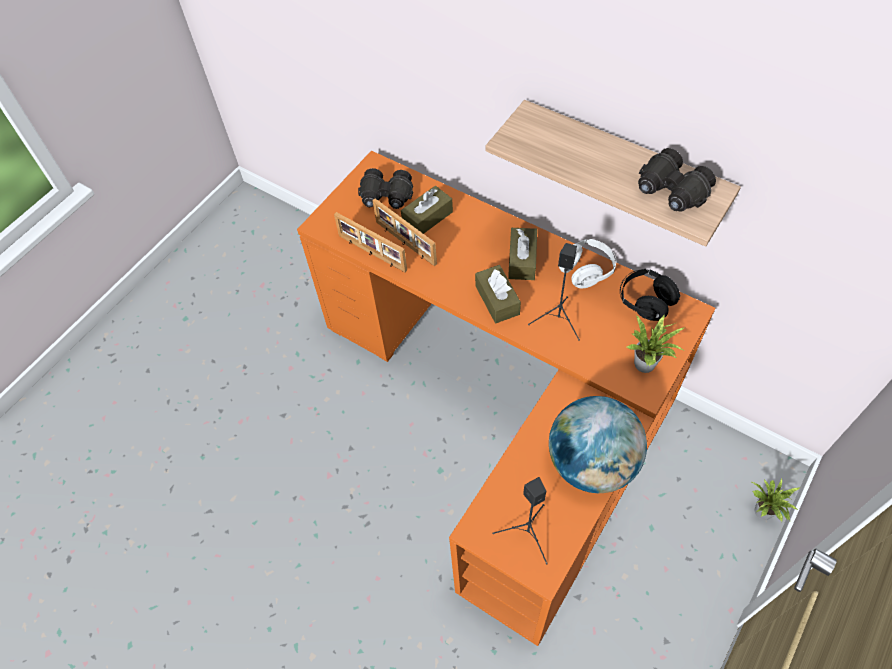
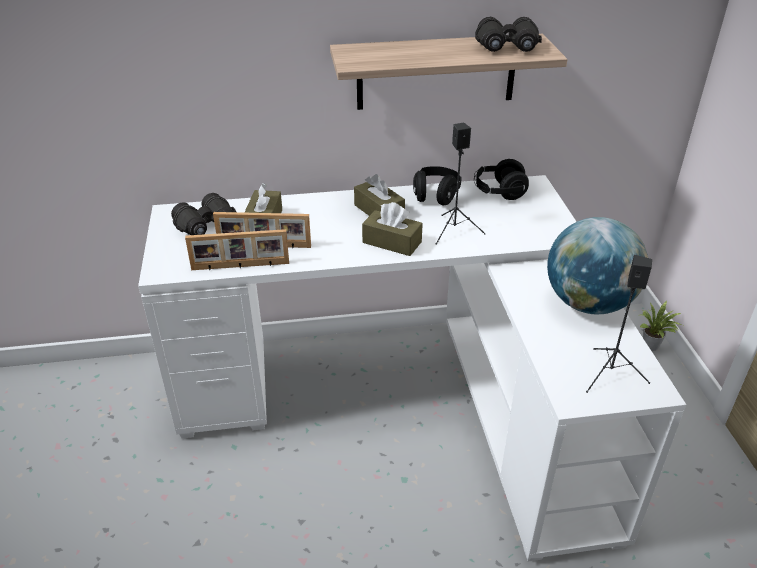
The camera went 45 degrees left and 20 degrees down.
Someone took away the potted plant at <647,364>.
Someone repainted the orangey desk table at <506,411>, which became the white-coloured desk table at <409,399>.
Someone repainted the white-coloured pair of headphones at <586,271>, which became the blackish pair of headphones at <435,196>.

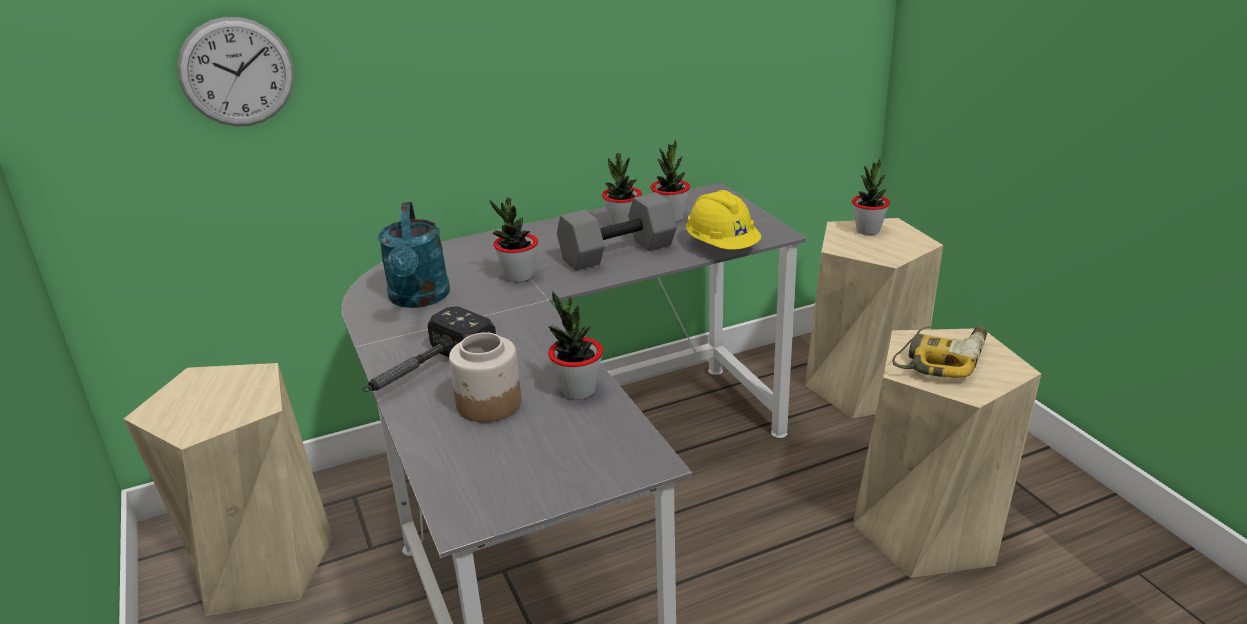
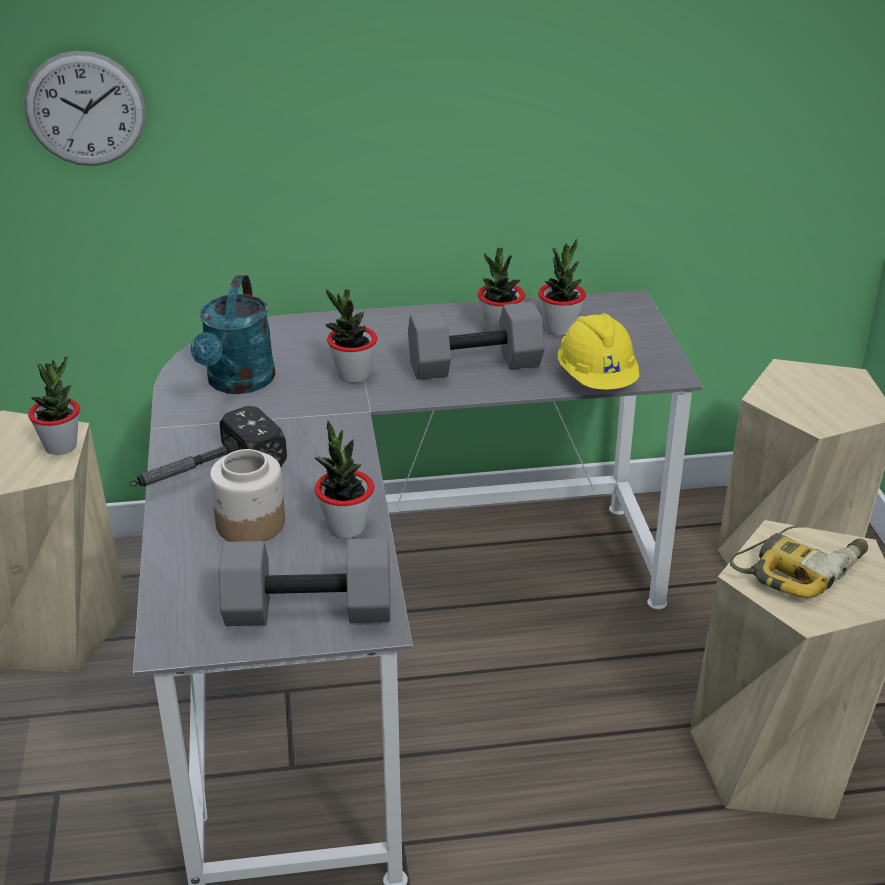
The camera went 15 degrees right and 5 degrees up.
Someone put down the greyish dumbbell at <310,608>.
Someone carried the potted plant from <868,230> to <61,446>.

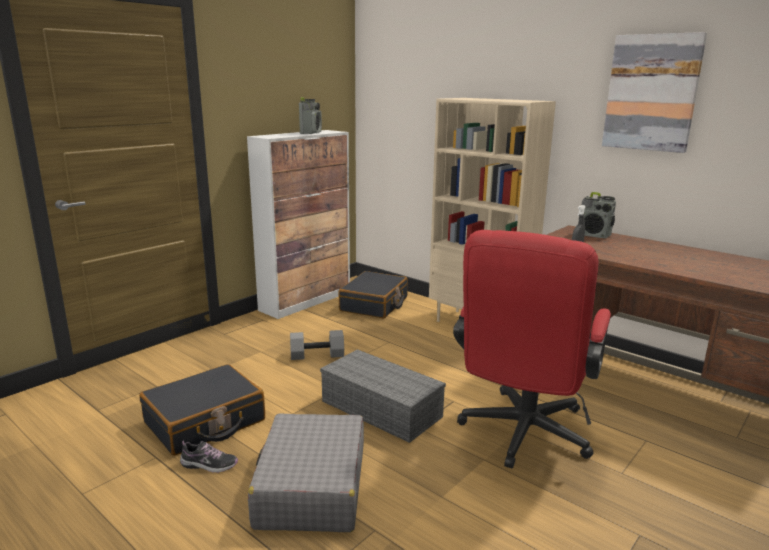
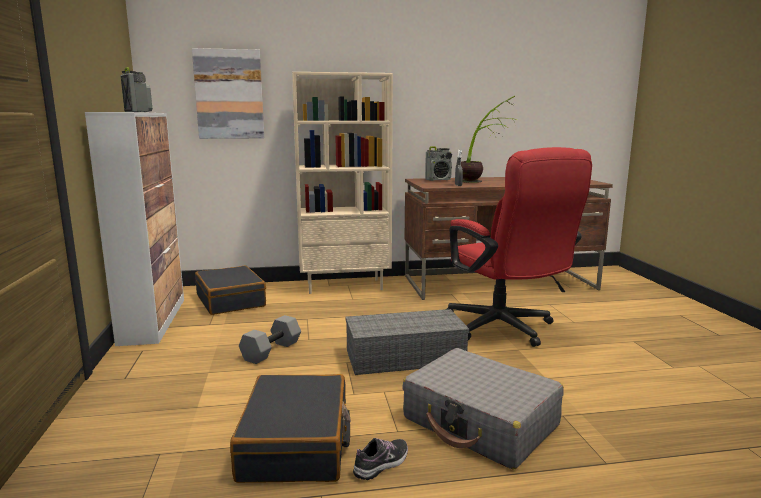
The camera went 50 degrees left and 5 degrees down.
Someone put down the potted plant at <481,182>.
Someone carried the wall art from <651,93> to <229,94>.

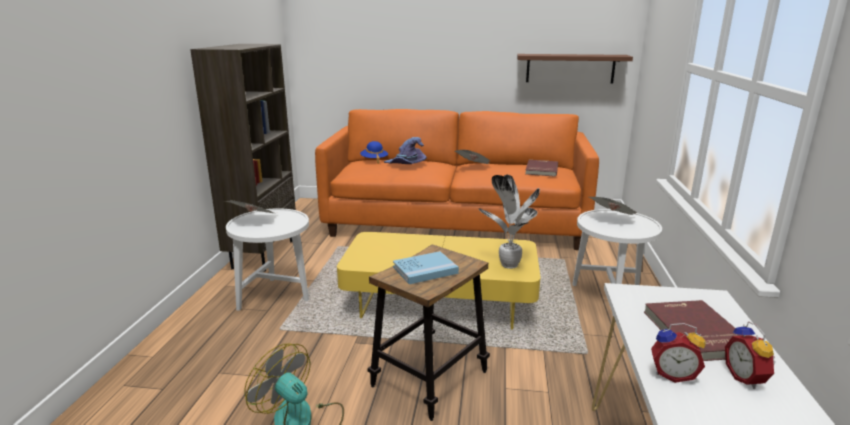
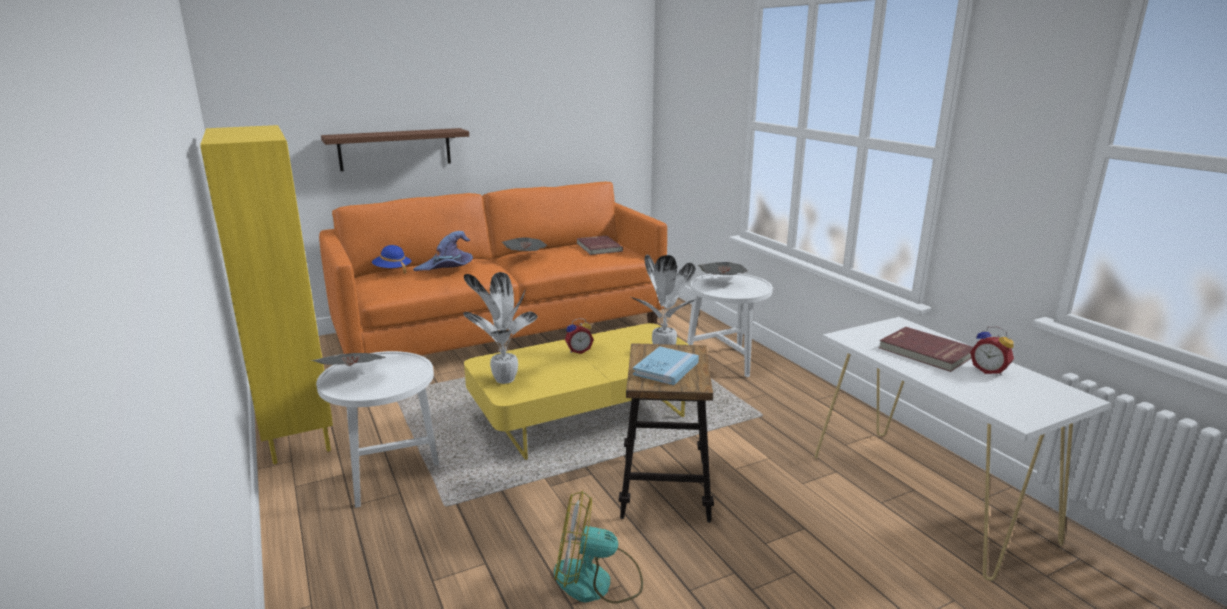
The camera went 35 degrees left and 0 degrees up.
Someone put down the potted plant at <503,380>.
Someone carried the brown-coloured shelf from <570,68> to <395,149>.
Someone carried the alarm clock from <672,374> to <578,351>.
Someone repainted the brown-coloured shelving unit at <262,254>, which became the yellowish shelving unit at <296,432>.

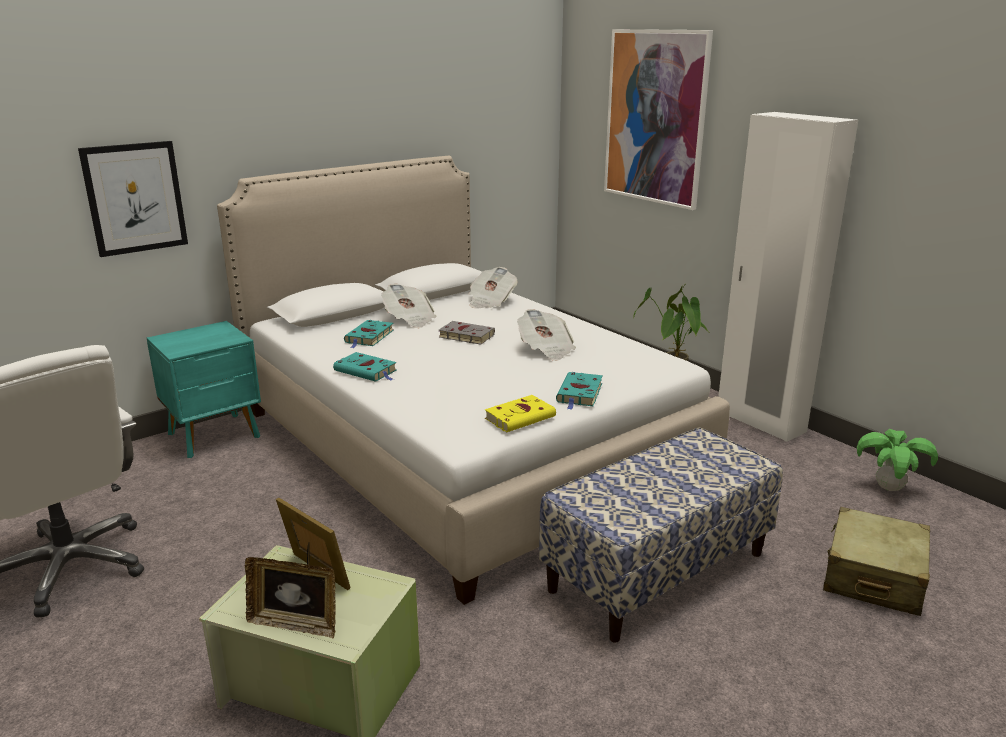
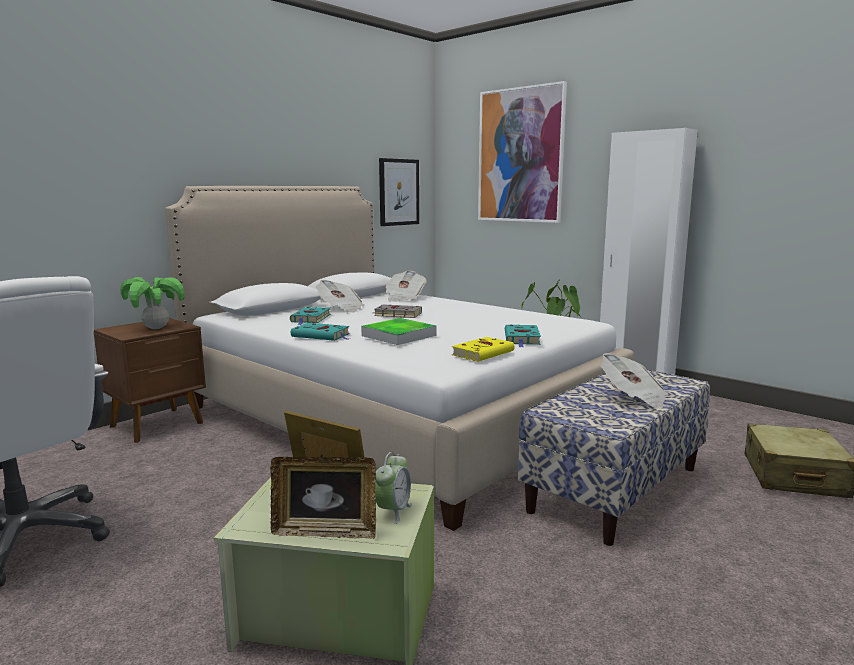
The camera went 10 degrees left and 10 degrees down.
Someone put down the carrying tray at <399,335>.
Someone put down the alarm clock at <393,511>.
Someone carried the wall art from <135,198> to <398,192>.
Someone carried the printed paper from <546,350> to <633,398>.
Someone carried the potted plant from <889,488> to <156,328>.
Someone repainted the turquoise nightstand at <215,435>, which became the brown-coloured nightstand at <158,425>.

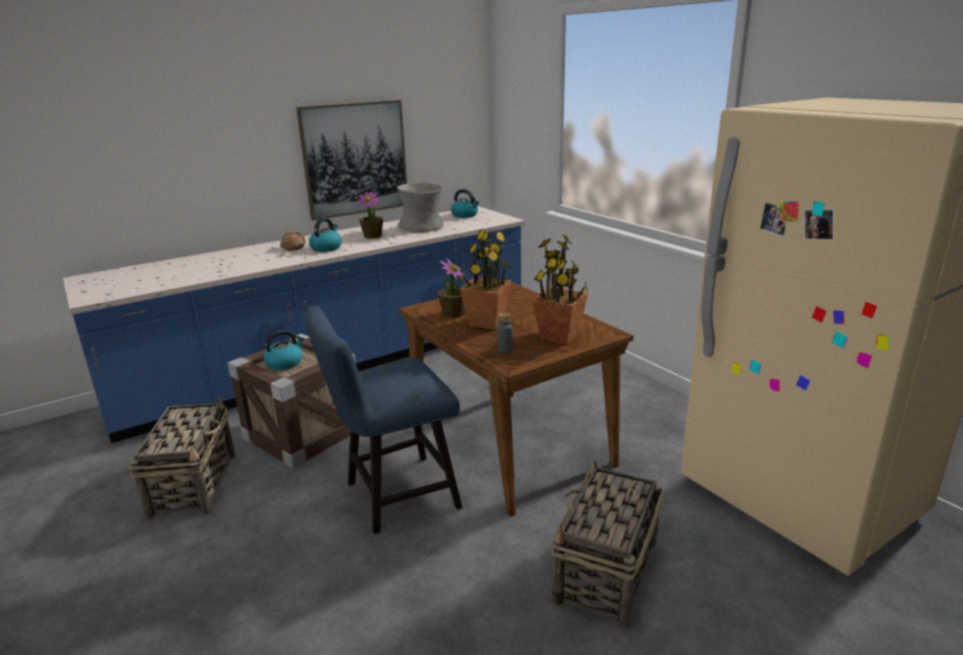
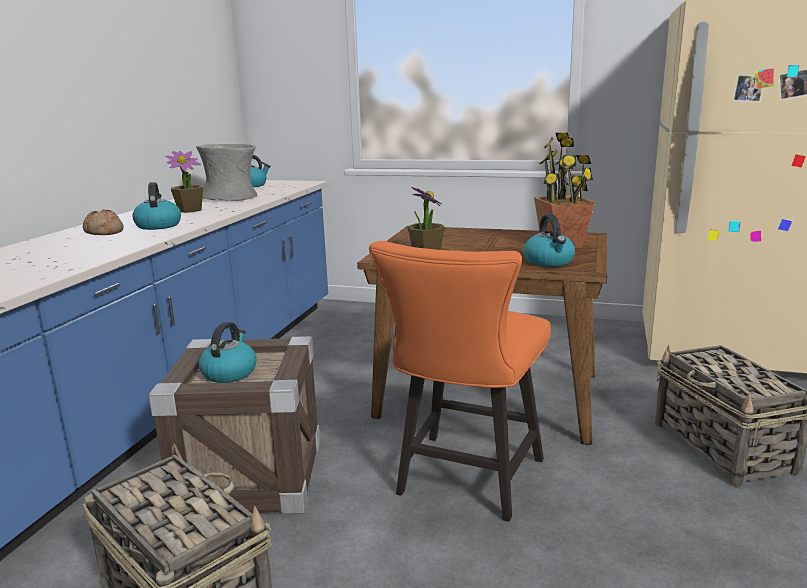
The camera went 40 degrees left and 5 degrees down.
Someone took away the wall art at <355,159>.
Someone took away the potted plant at <486,323>.
Someone swapped the greyish drink bottle at <504,350> for the tea kettle at <549,262>.
Someone repainted the bluish plain chair at <393,497>, which became the orangey plain chair at <465,482>.

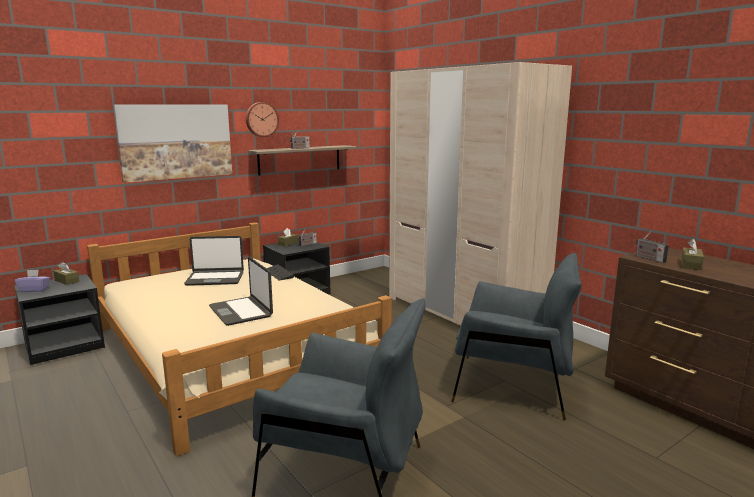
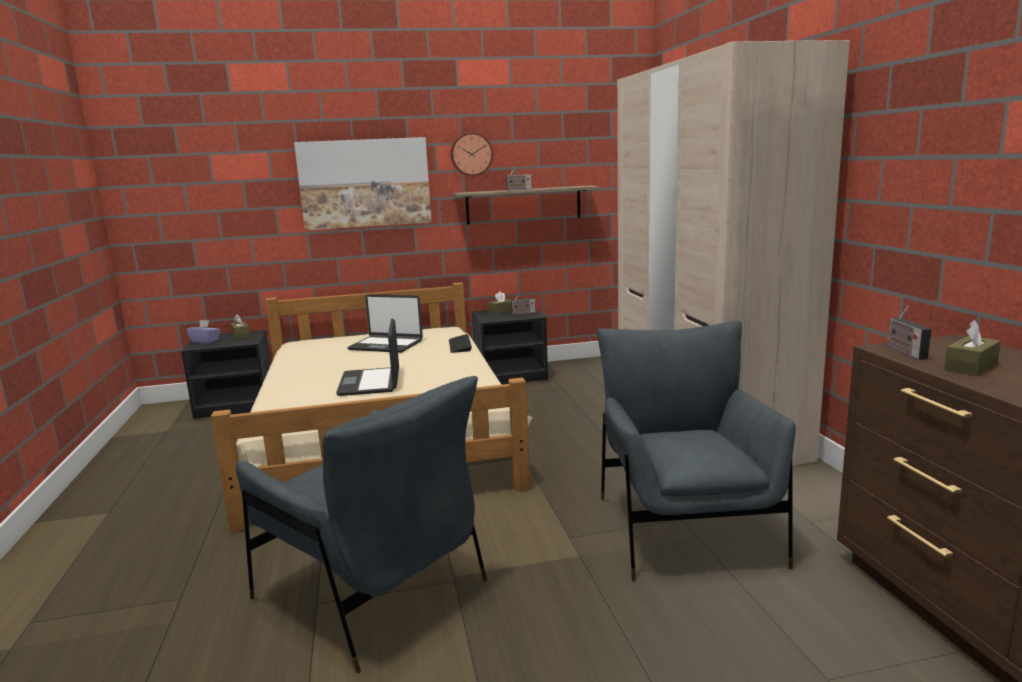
The camera went 25 degrees right and 0 degrees up.
Someone rotated the greyish easy chair at <512,386> by 135 degrees counterclockwise.

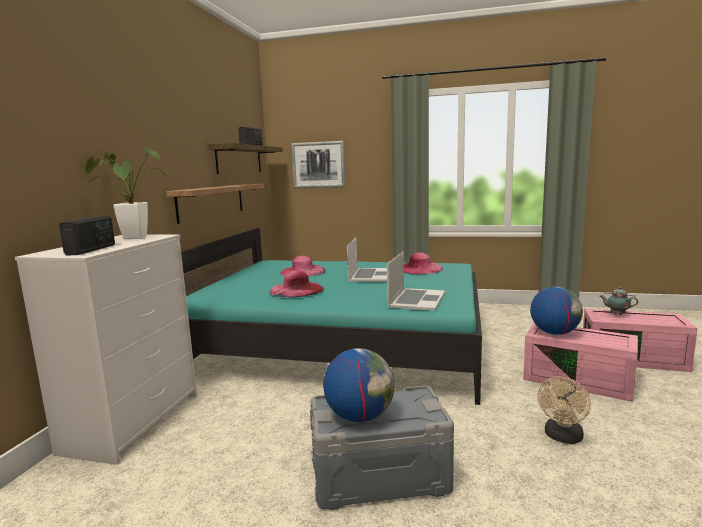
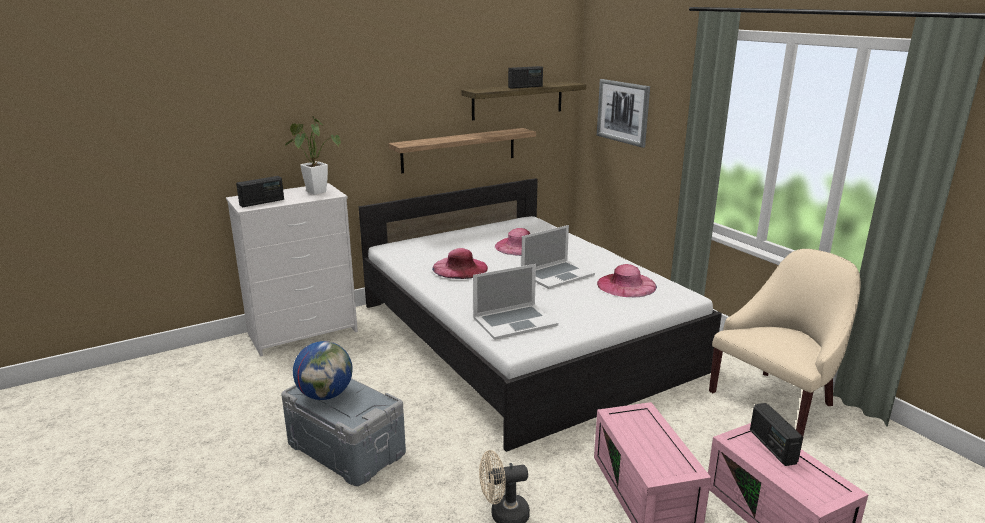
The camera went 45 degrees right and 10 degrees up.
Someone took away the world globe at <554,333>.
Someone put down the beige easy chair at <776,400>.
Someone swapped the pot for tea at <616,314> for the radio set at <772,446>.
Someone repainted the turquoise sleeping bed at <341,343>, which became the white-coloured sleeping bed at <522,336>.

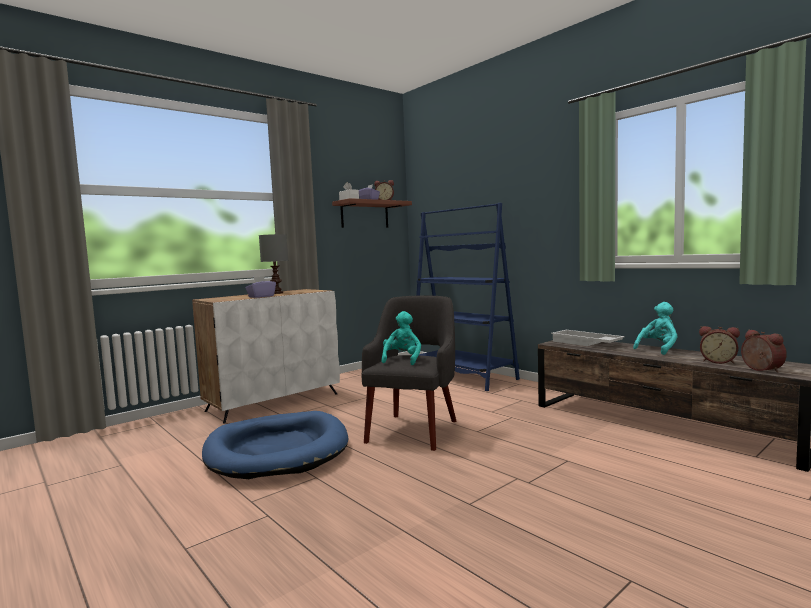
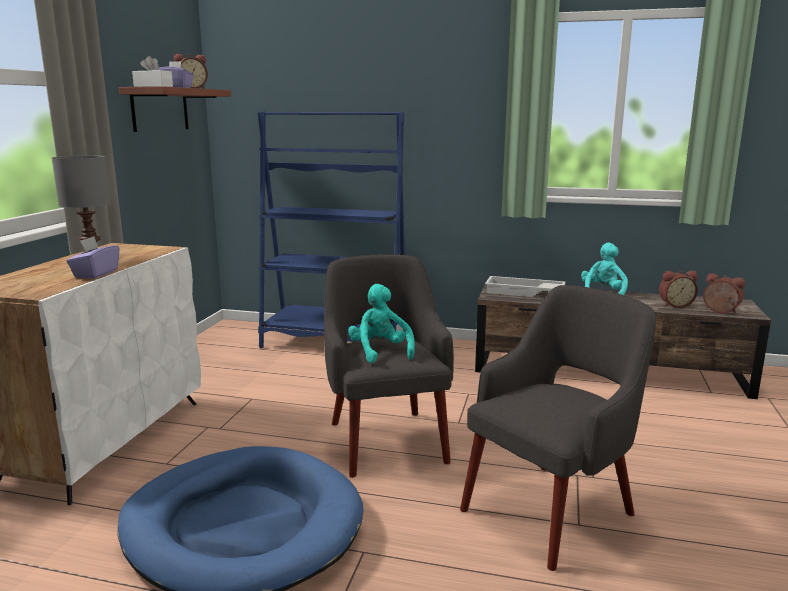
The camera went 35 degrees left and 10 degrees up.
Someone put down the greyish easy chair at <549,510>.

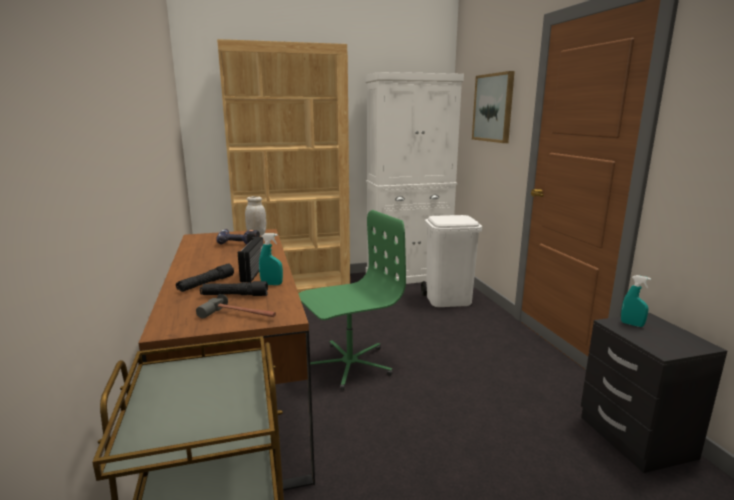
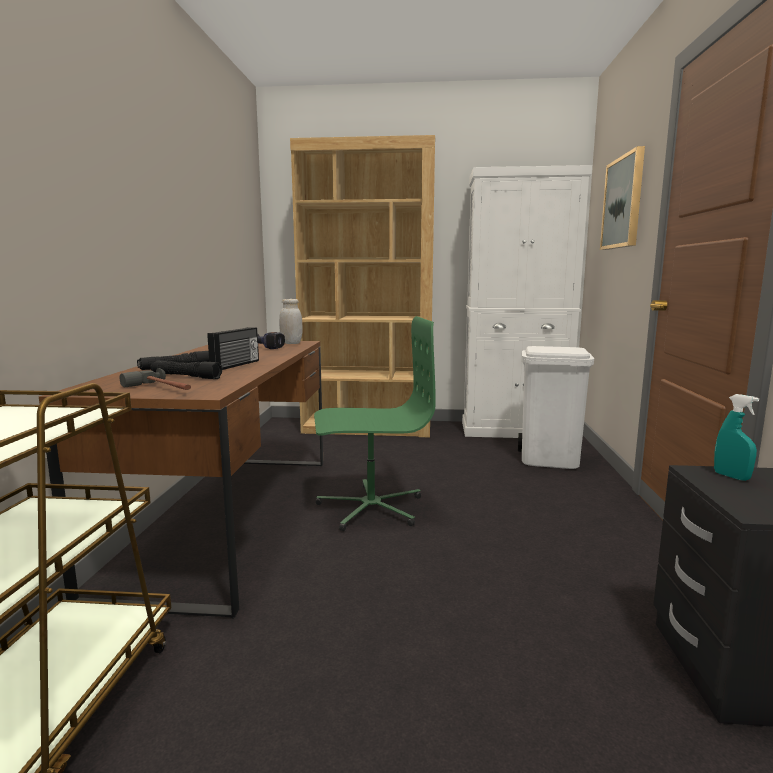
The camera went 20 degrees right and 5 degrees down.
Someone took away the turquoise sprayer at <271,284>.

